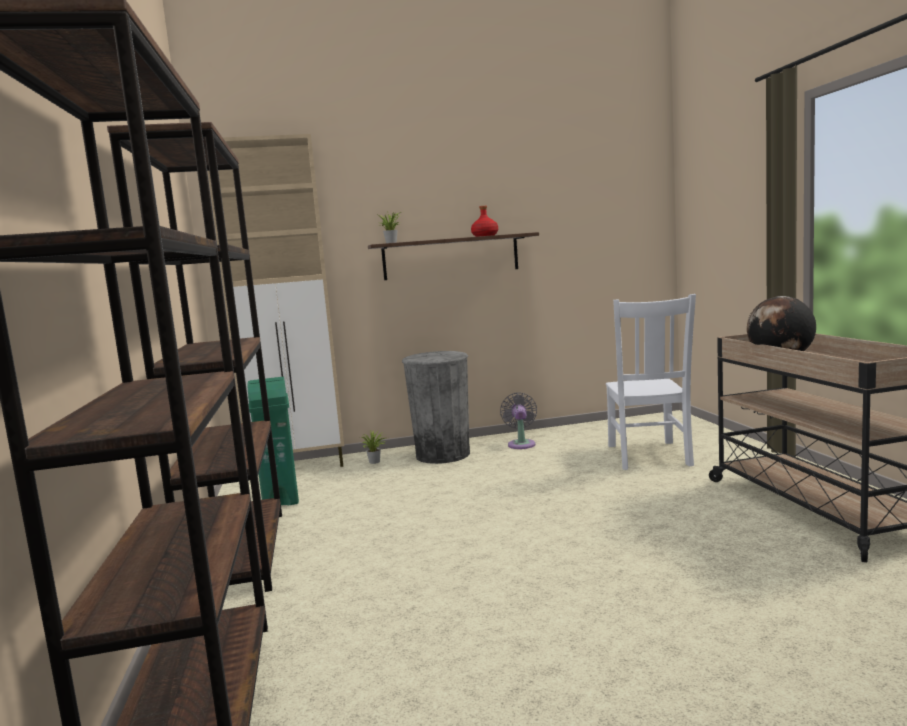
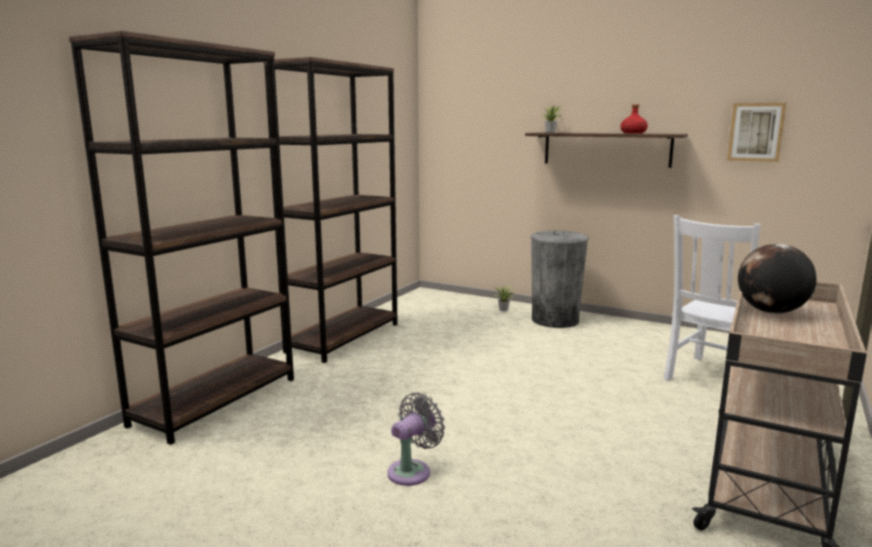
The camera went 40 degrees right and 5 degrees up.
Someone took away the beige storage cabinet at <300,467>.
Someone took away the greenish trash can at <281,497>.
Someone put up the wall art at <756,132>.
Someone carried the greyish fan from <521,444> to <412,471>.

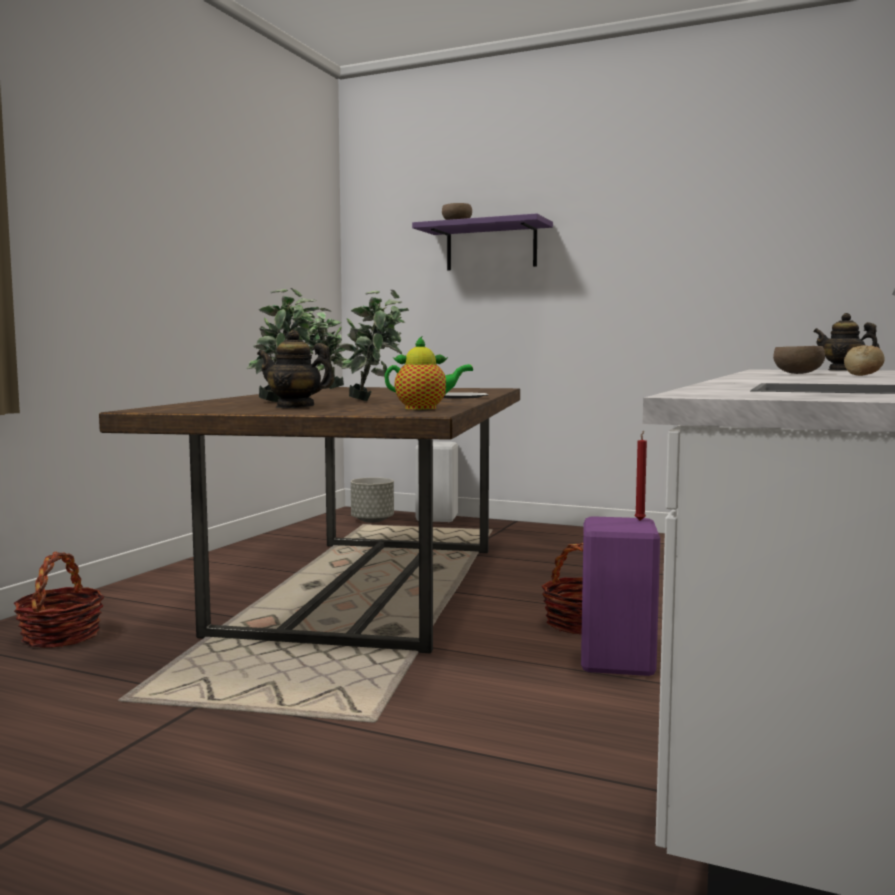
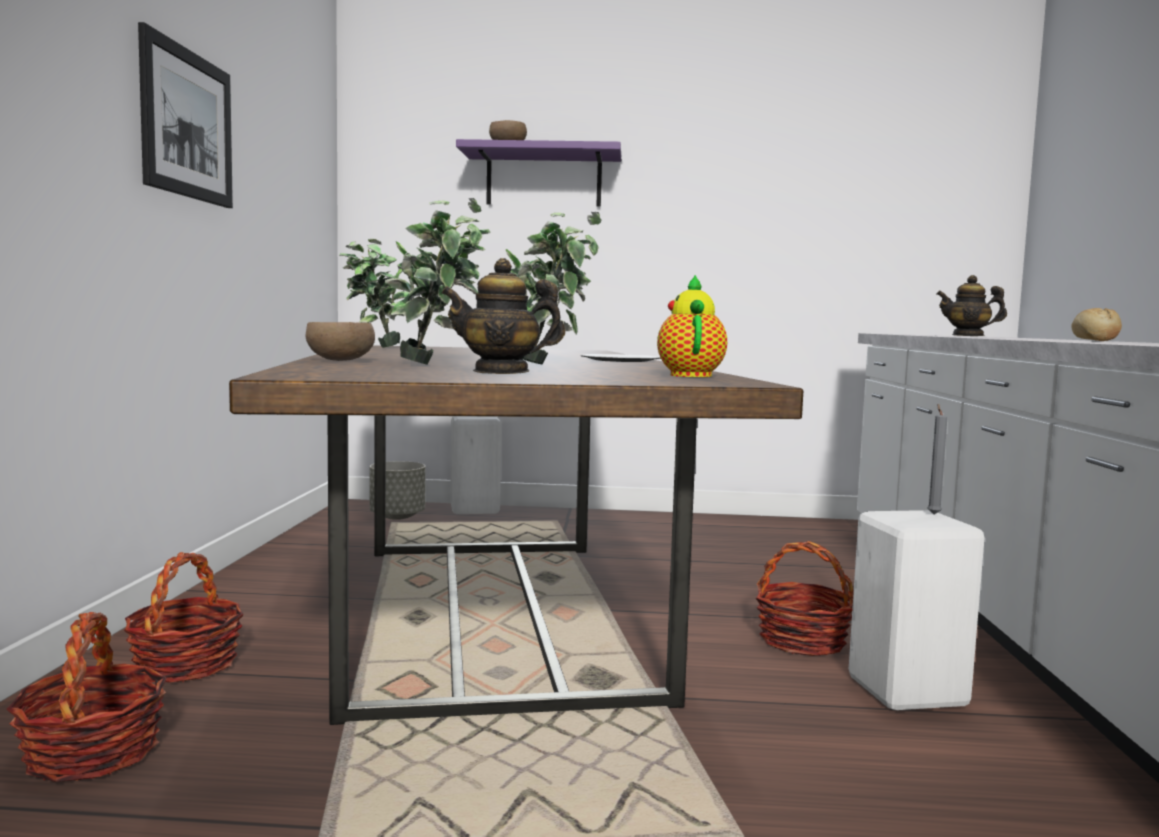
The camera went 20 degrees left and 0 degrees up.
Someone put down the storage basket at <186,664>.
Someone put up the wall art at <187,124>.
Someone carried the brown-coloured bowl from <797,373> to <339,360>.
Someone repainted the purplish stool at <619,664>, which became the white-coloured stool at <910,692>.
Someone repainted the reddish wax light at <640,520>, which became the greyish wax light at <933,514>.
Someone rotated the pot for tea at <425,408> by 60 degrees counterclockwise.

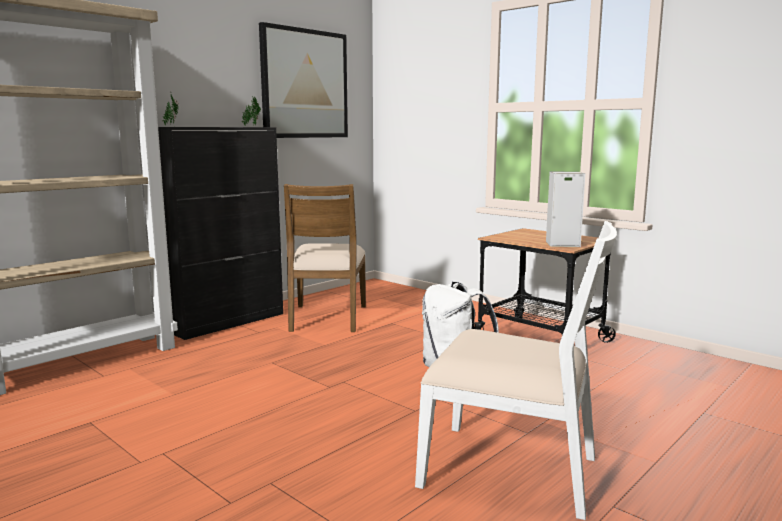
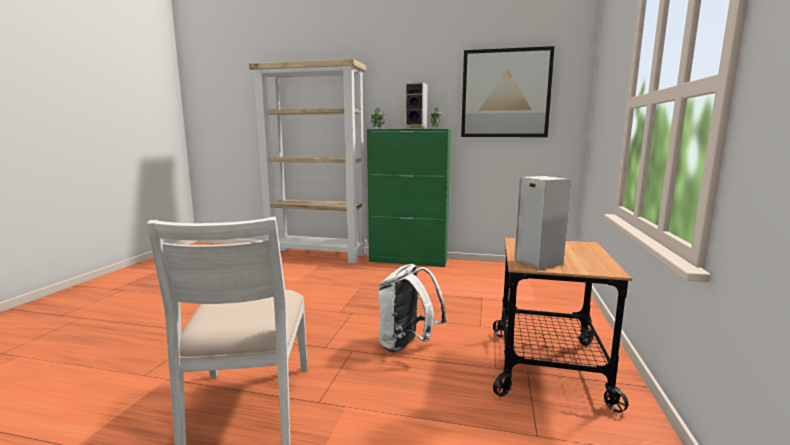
The camera went 60 degrees right and 0 degrees up.
Someone took away the brown-coloured plain chair at <327,318>.
Someone put down the speaker at <417,128>.
Someone repainted the blackish storage cabinet at <228,322>, which became the greenish storage cabinet at <408,260>.

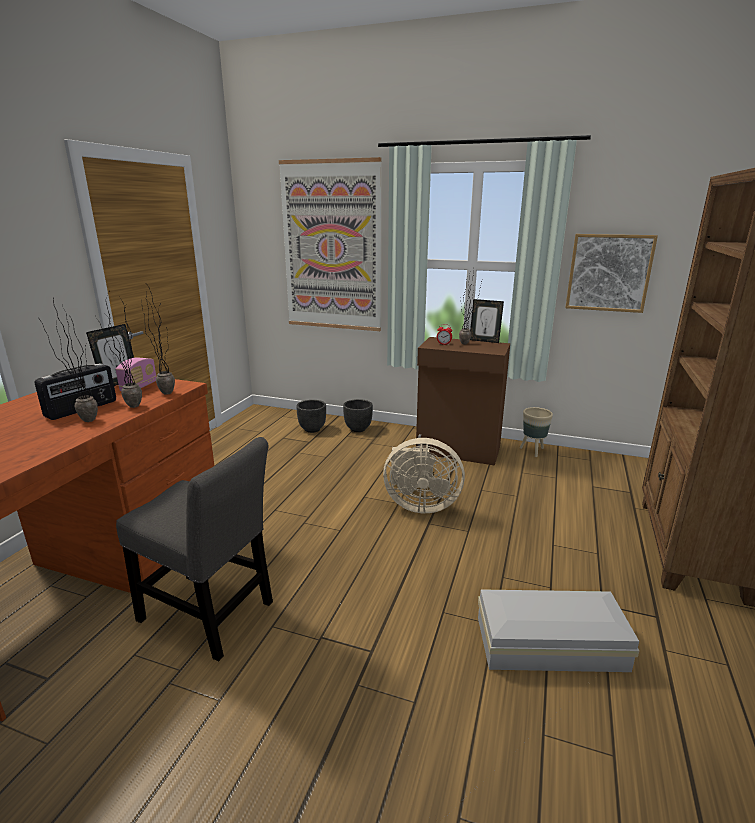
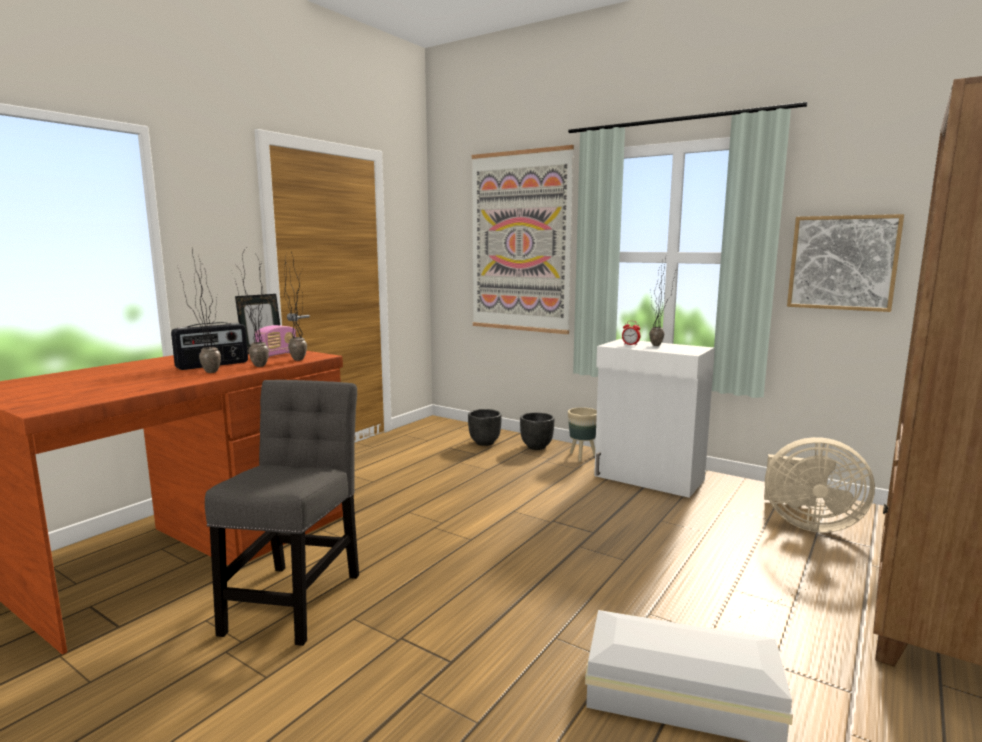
The camera went 15 degrees right and 10 degrees down.
Someone took away the standing frame at <484,341>.
Someone carried the beige fan from <419,505> to <807,524>.
Someone carried the beige planter from <533,451> to <582,456>.
Someone repainted the brown-coloured storage cabinet at <458,451>, which became the white-coloured storage cabinet at <649,478>.
Someone rotated the greyish plain chair at <210,615> by 120 degrees counterclockwise.

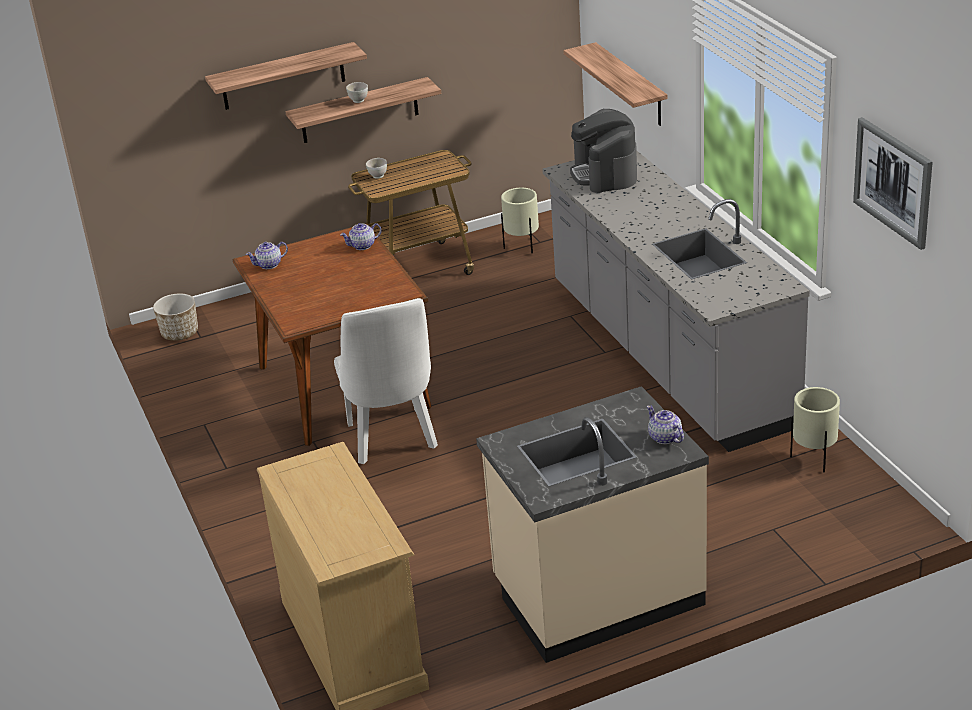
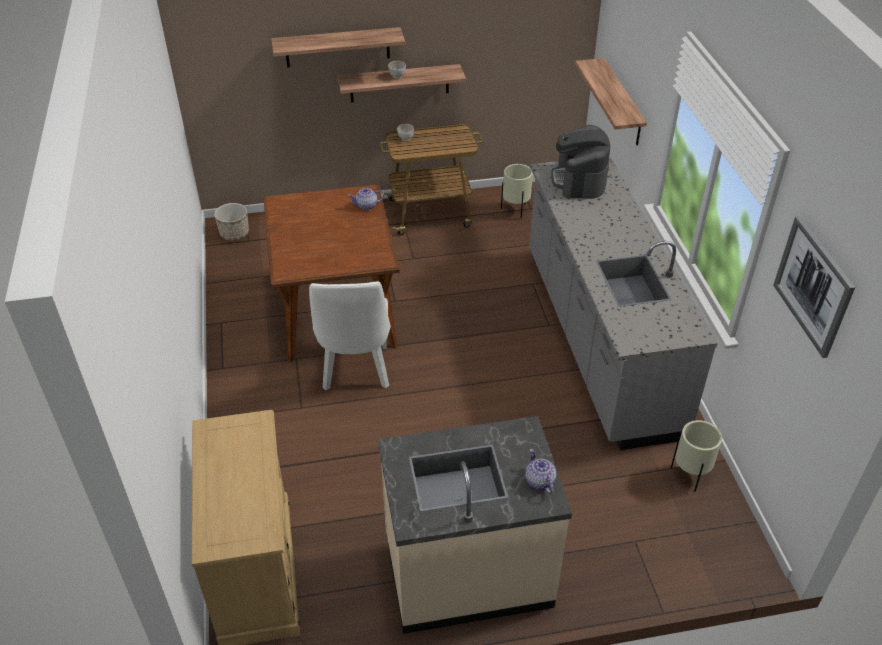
The camera went 10 degrees right and 10 degrees up.
Someone took away the pot for tea at <269,265>.

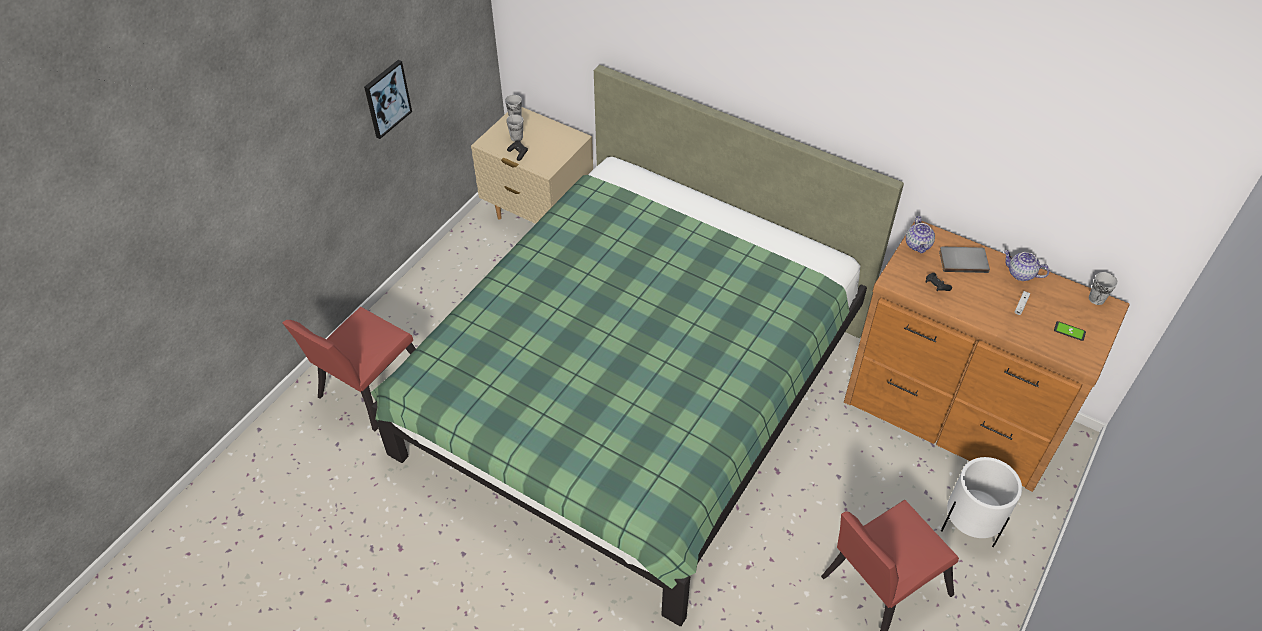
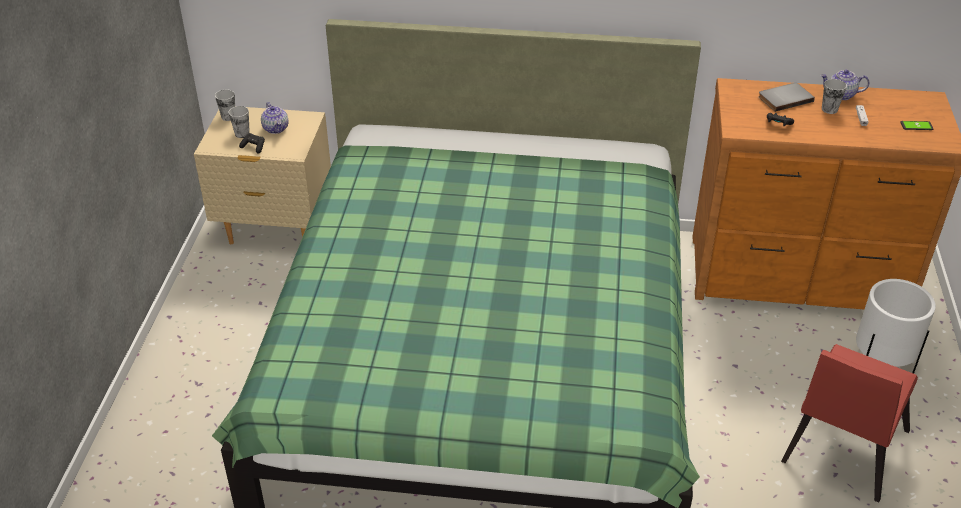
The camera went 25 degrees left and 10 degrees down.
Someone took away the reddish plain chair at <369,389>.
Someone took away the wall art at <387,98>.
Someone carried the pot for tea from <918,245> to <276,129>.
Someone carried the cup from <1096,299> to <829,109>.

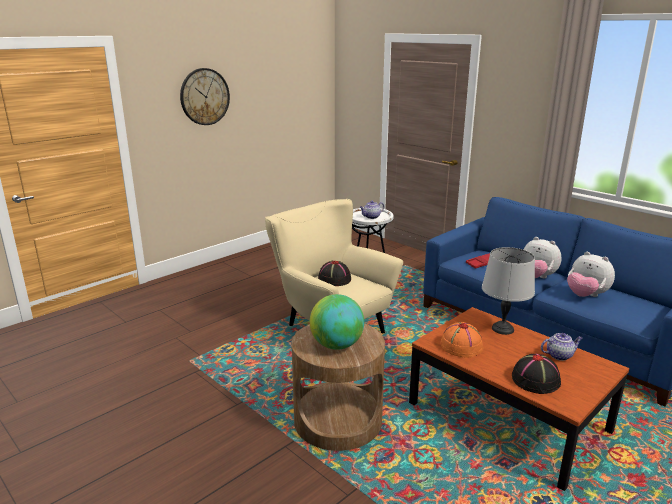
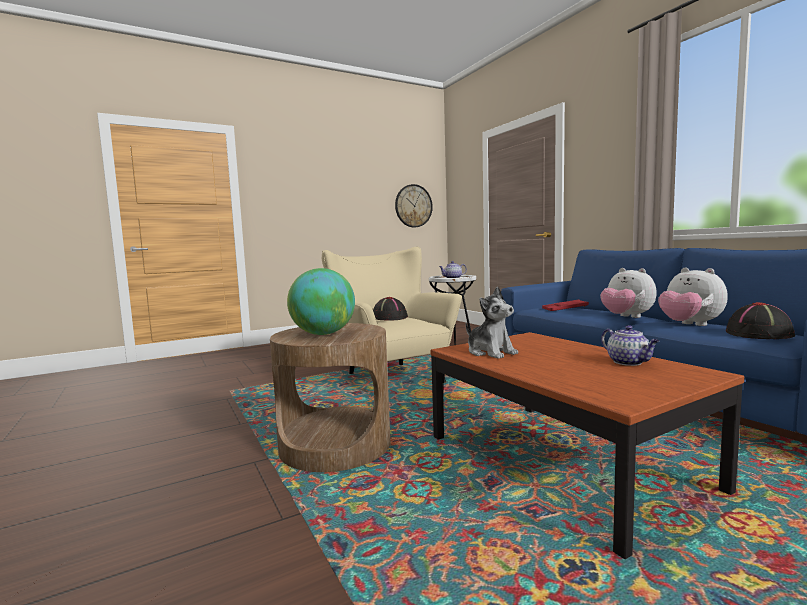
The camera went 15 degrees right and 15 degrees down.
Someone took away the greyish tabletop lamp at <502,329>.
Someone carried the clock on the wall from <204,96> to <413,206>.
Someone carried the blackish wearable hat from <536,380> to <759,334>.
Someone swapped the orangey wearable hat at <461,345> for the soft toy at <490,352>.
Someone rotated the pot for tea at <559,355> by 60 degrees clockwise.

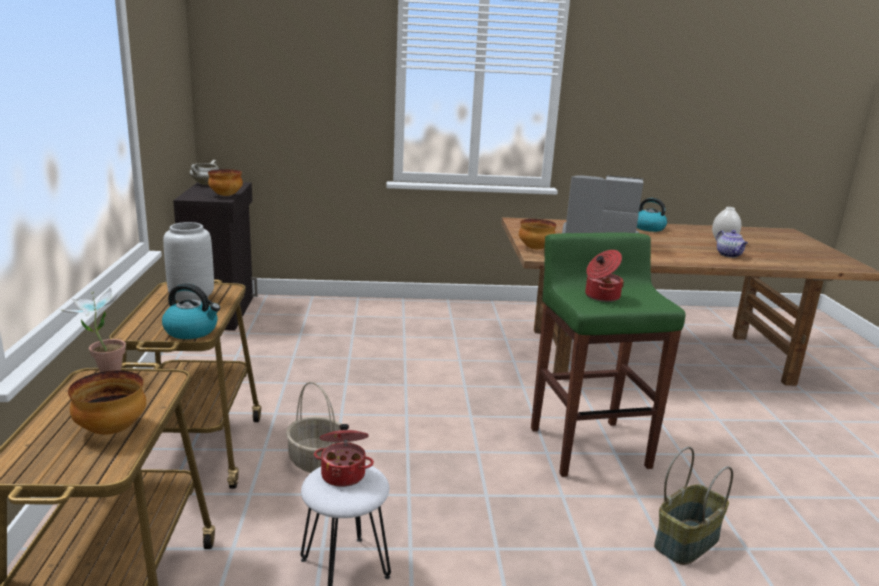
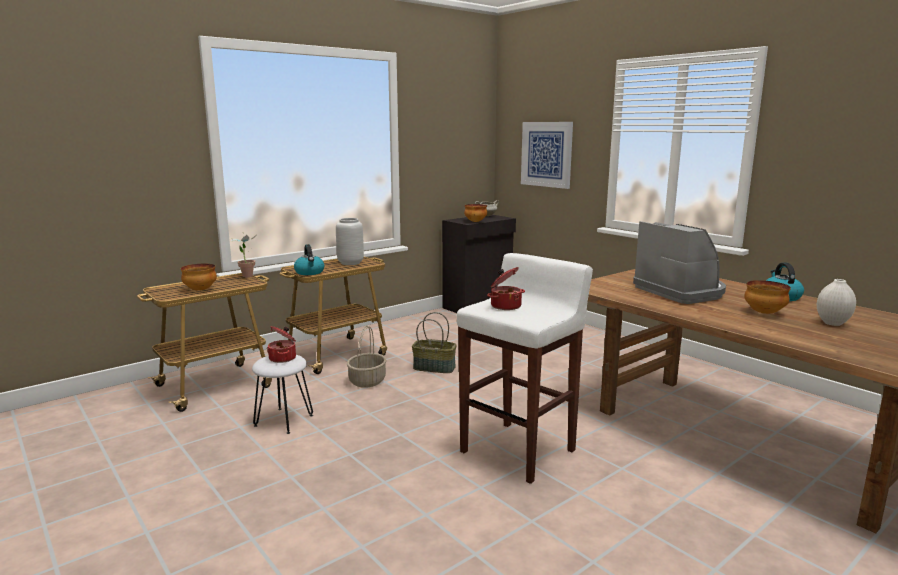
The camera went 55 degrees right and 5 degrees down.
Someone took away the pot for tea at <729,255>.
Someone put up the wall art at <546,154>.
Someone carried the bowl from <535,249> to <763,313>.
Someone carried the storage basket from <686,541> to <434,367>.
Someone repainted the greenish stool at <588,447>, which became the white-coloured stool at <519,451>.

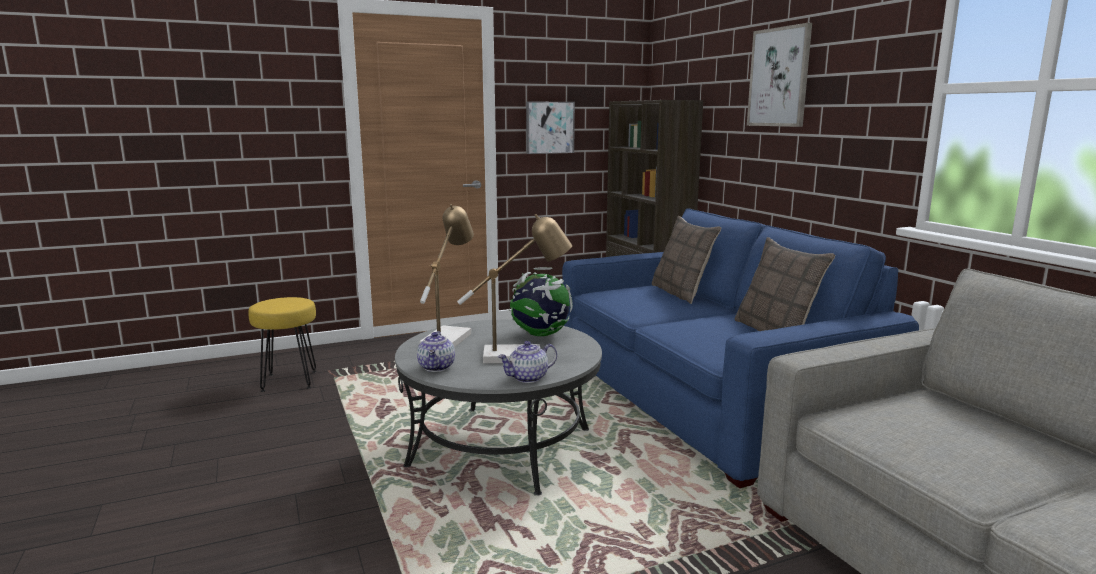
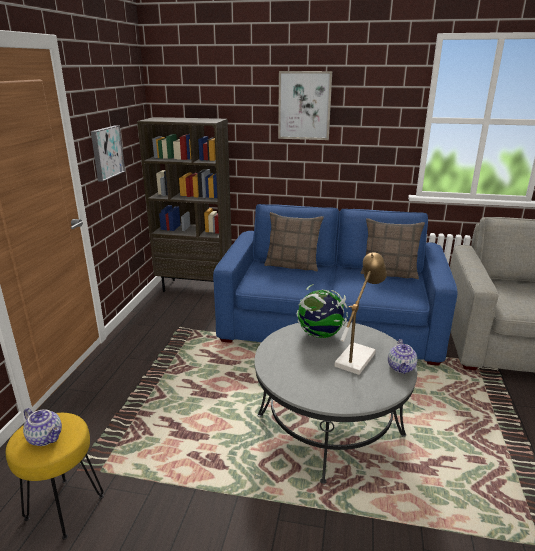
The camera went 55 degrees left and 10 degrees up.
Someone took away the tabletop lamp at <448,338>.
Someone carried the pot for tea from <437,367> to <46,437>.

